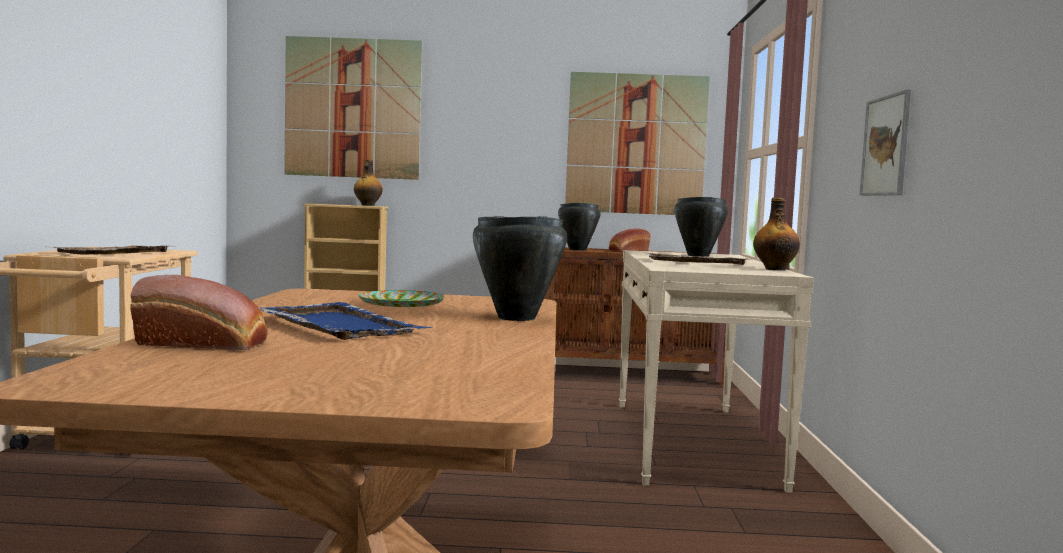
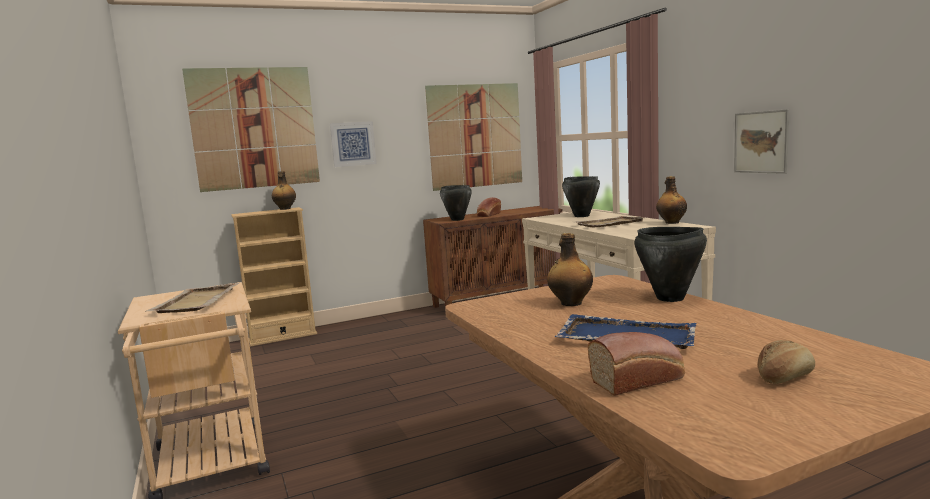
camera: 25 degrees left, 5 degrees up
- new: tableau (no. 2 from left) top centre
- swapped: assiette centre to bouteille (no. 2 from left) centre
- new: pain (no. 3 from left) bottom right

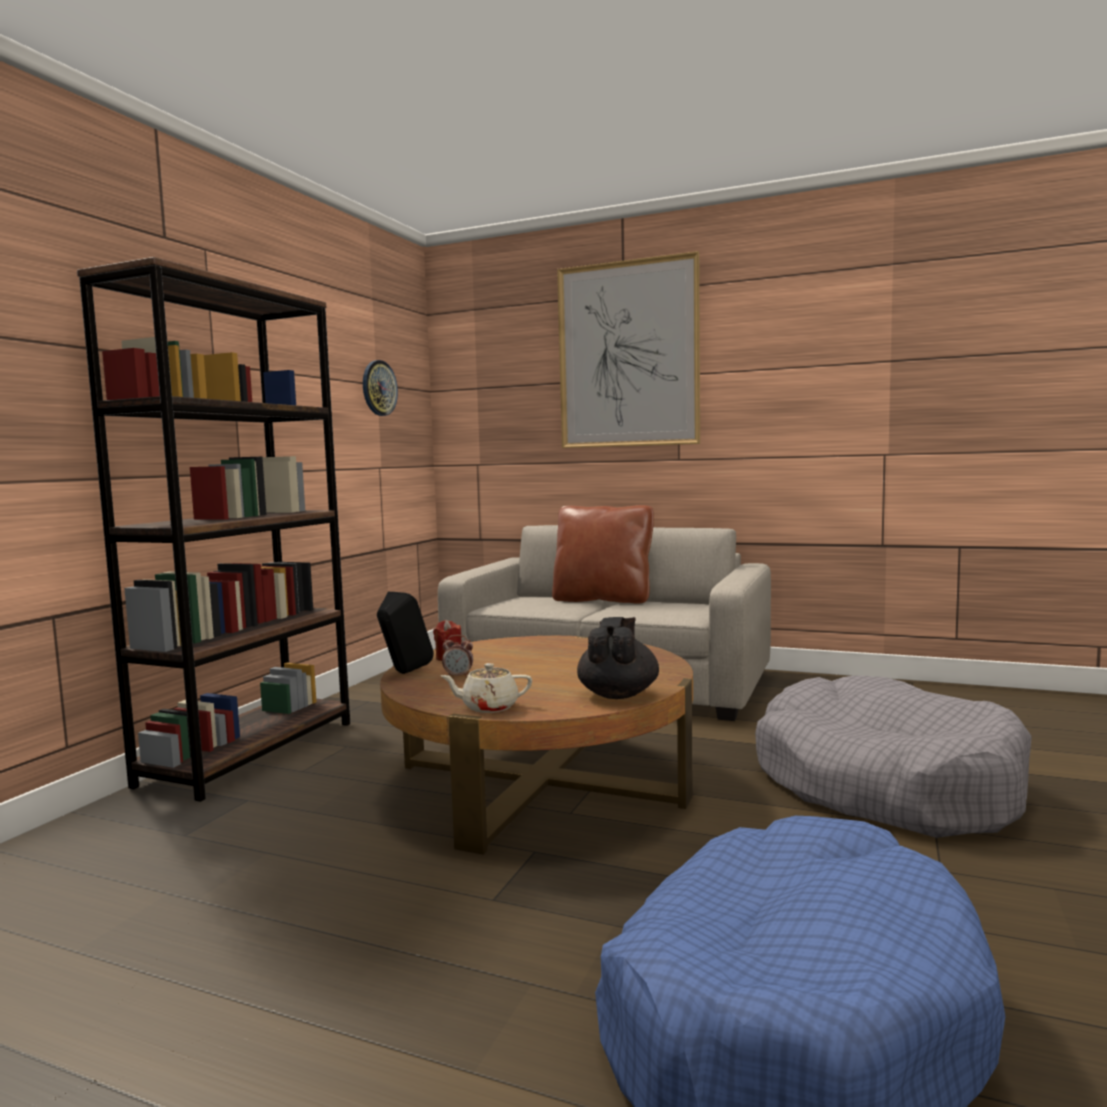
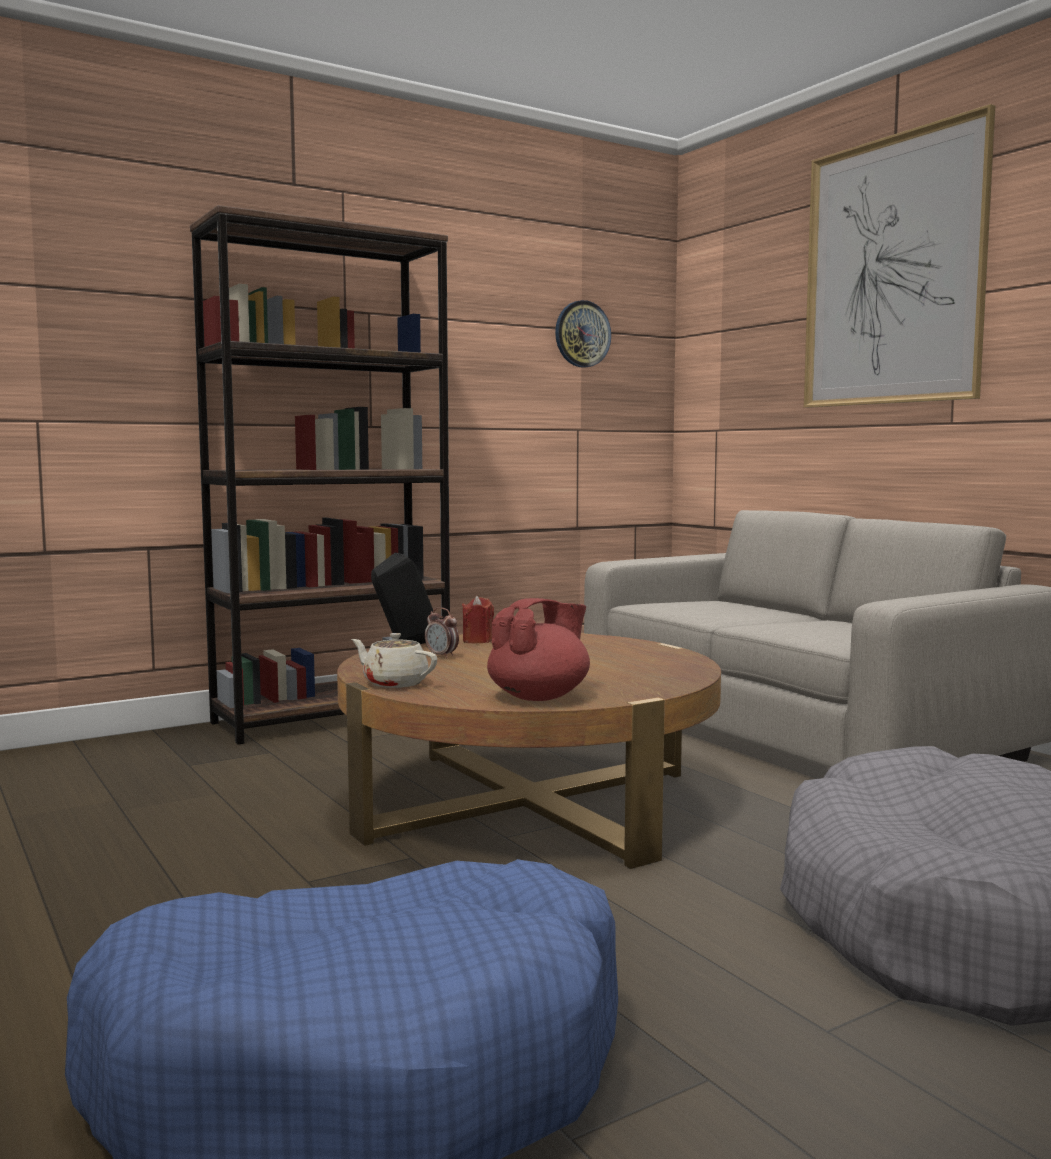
camera: 35 degrees right, 0 degrees up
- repainted: théière (noir) centre to théière (rouge) centre
- gone: coussin (marron) centre

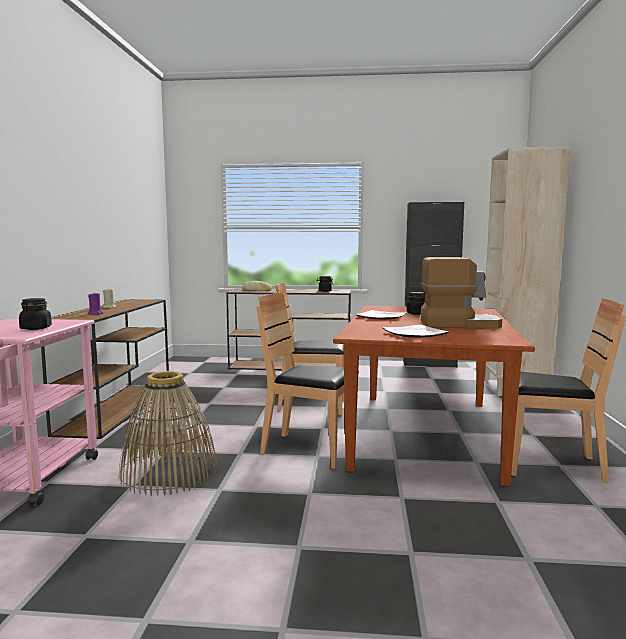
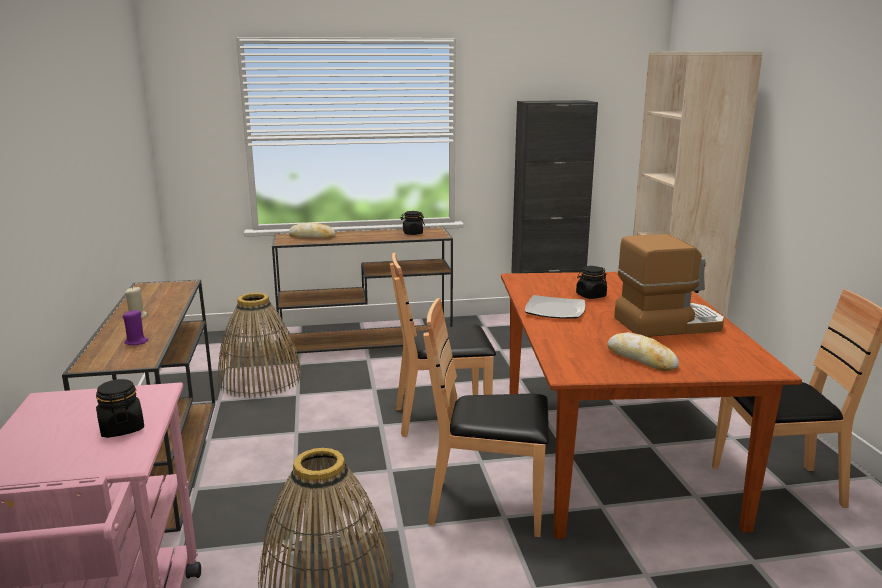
camera: 15 degrees left, 10 degrees up
- new: panier (no. 1 from left) middle left
- swapped: assiette (no. 2 from left) centre to pain (no. 2 from left) middle right

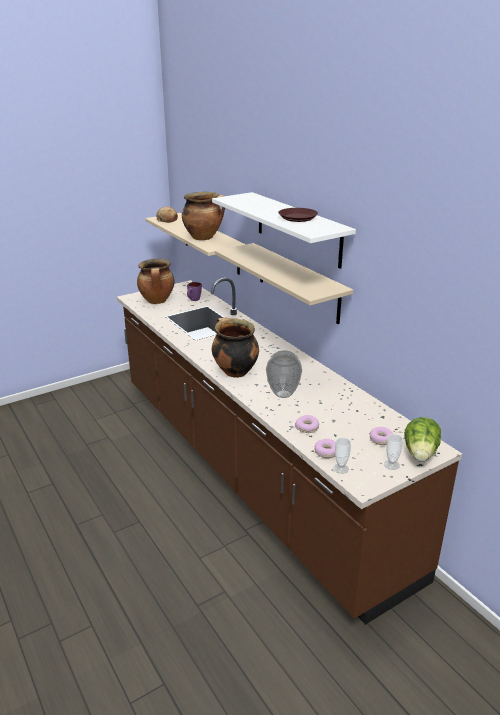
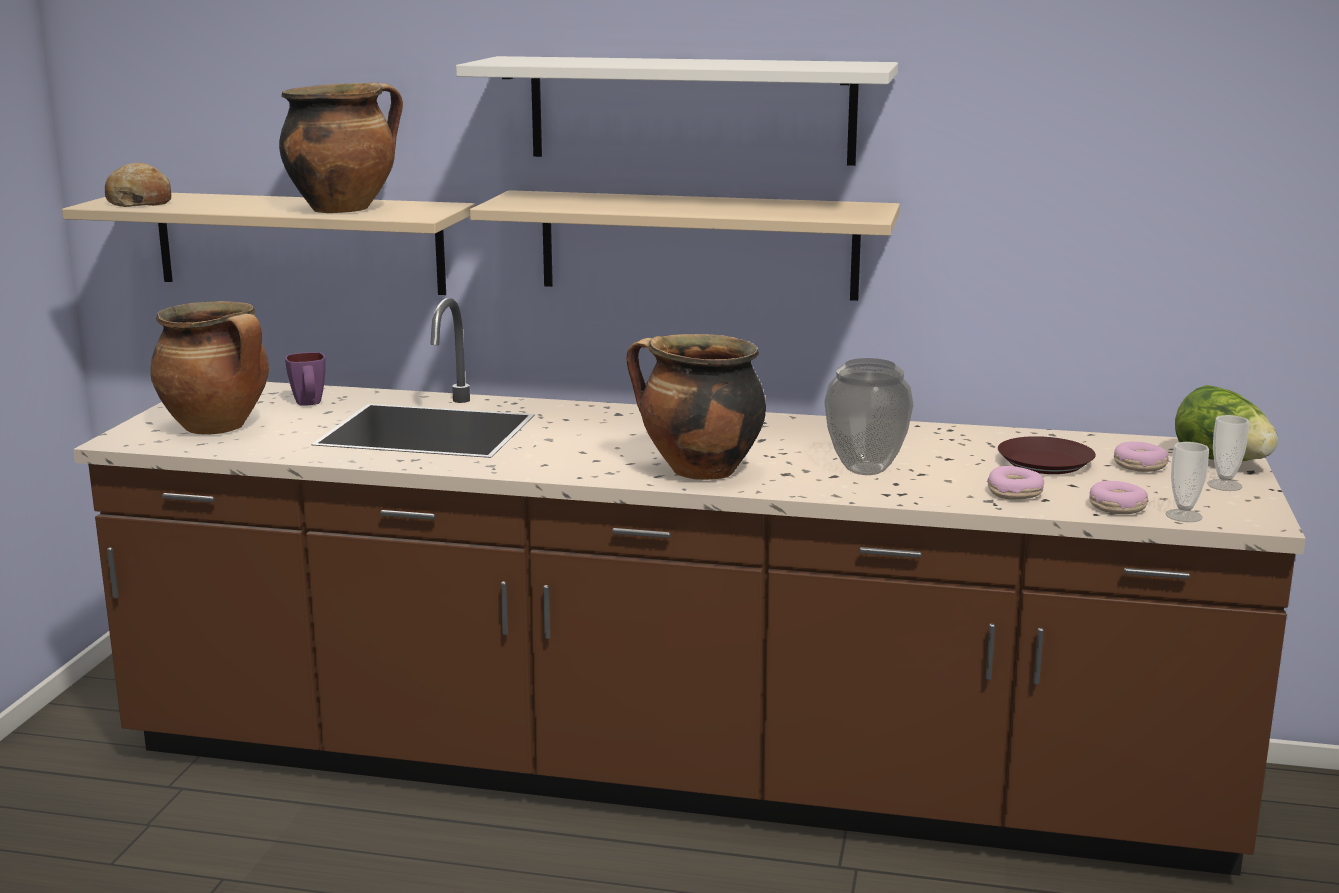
camera: 45 degrees left, 10 degrees down
- shifted: assiette (marron) top centre to middle right

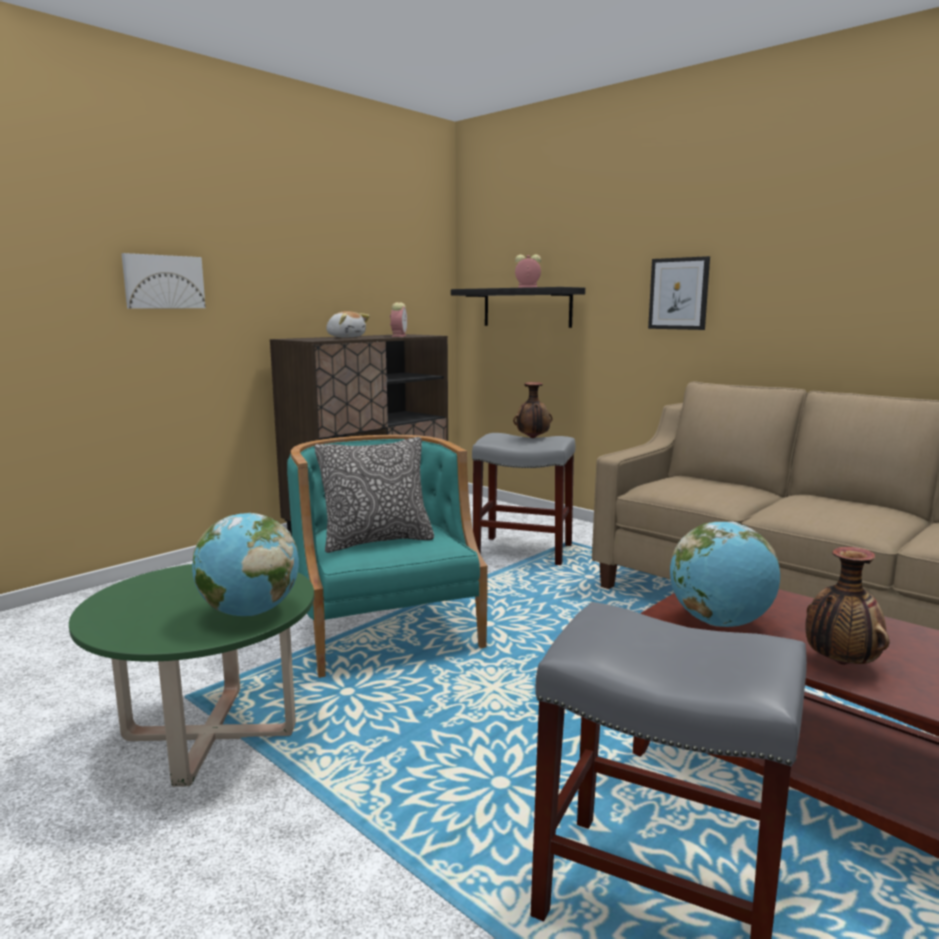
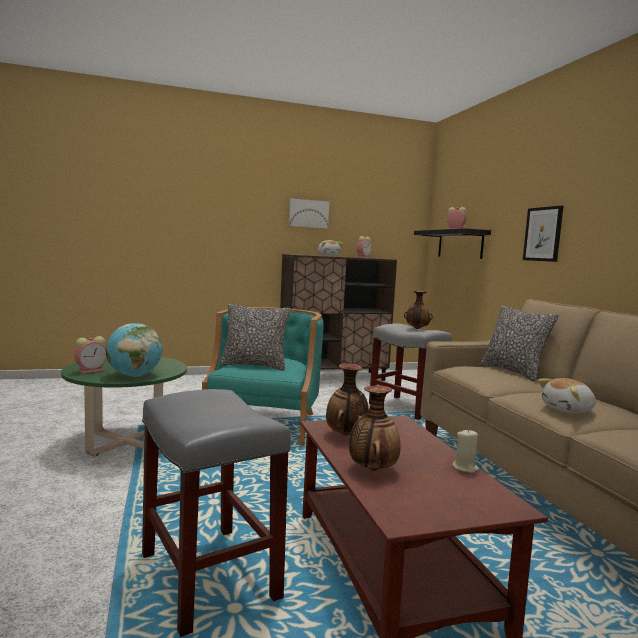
camera: 30 degrees right, 5 degrees down
- new: réveil (no. 1 from left) middle left
- shifted: tableau (no. 1 from left) top left to centre
- swapped: globe (no. 2 from left) middle right to vase (no. 1 from left) centre
- new: bougie (beige) bottom right
- new: coussin (no. 2 from left) middle right
- new: peluche (no. 2 from left) middle right

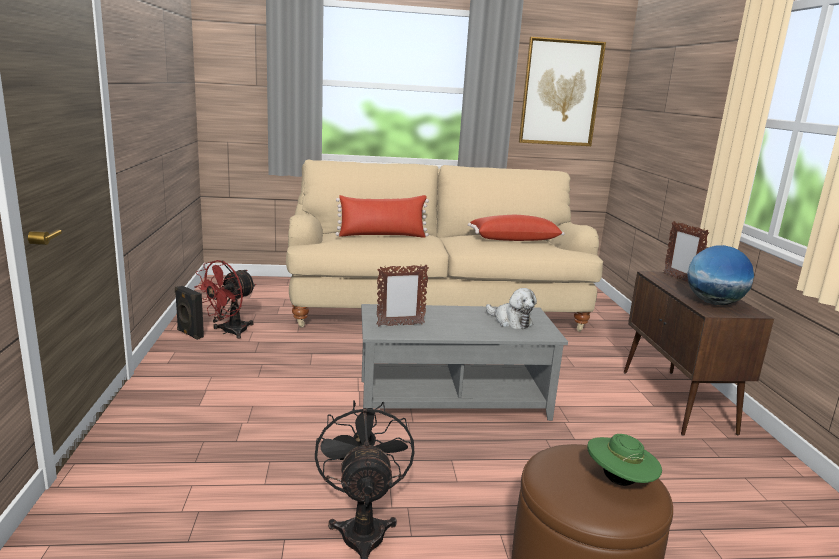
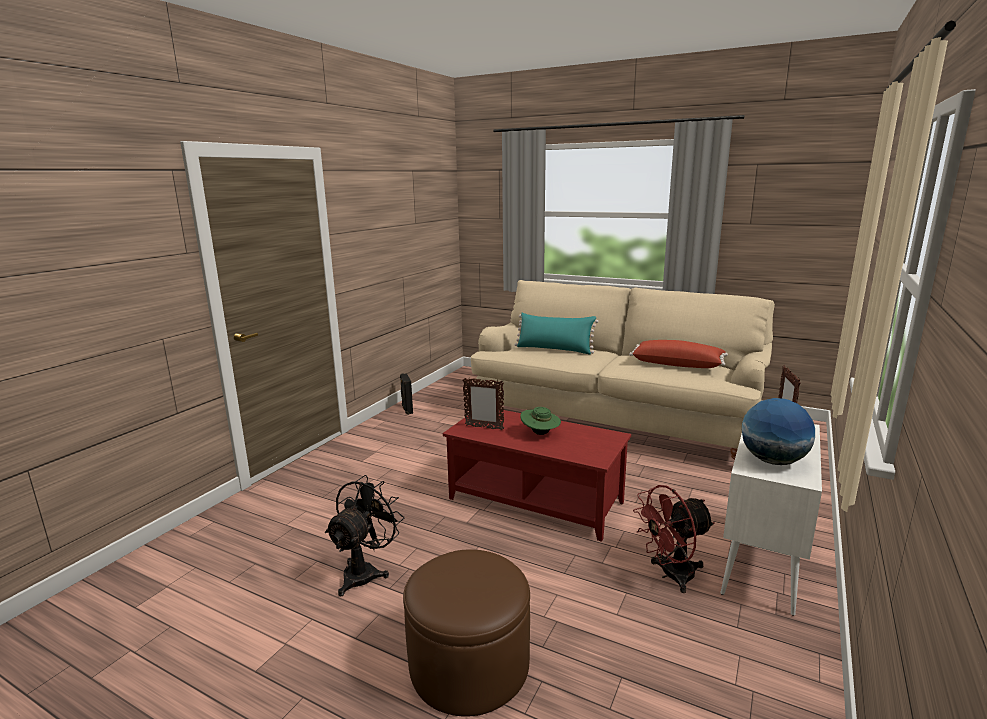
camera: 35 degrees right, 0 degrees up
- repainted: table basse (gris) centre to table basse (rouge) centre
- repainted: coussin (rouge) (no. 1 from left) centre to coussin (turquoise) centre
- shifted: chapeau (vert) bottom right to centre
- shifted: ventilateur (rouge) middle left to bottom right
- repainted: meuble de rangement (marron) middle right to meuble de rangement (blanc) bottom right
- gone: peluche centre
- gone: tableau top right

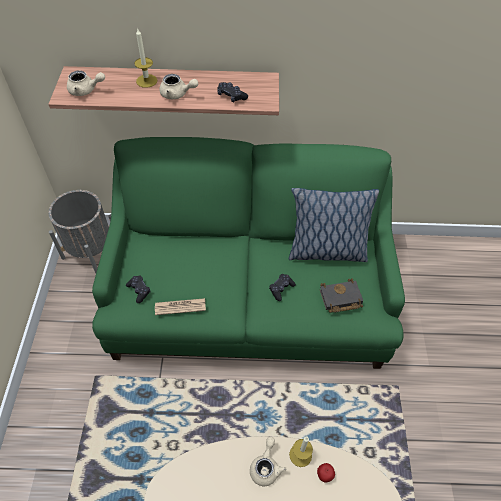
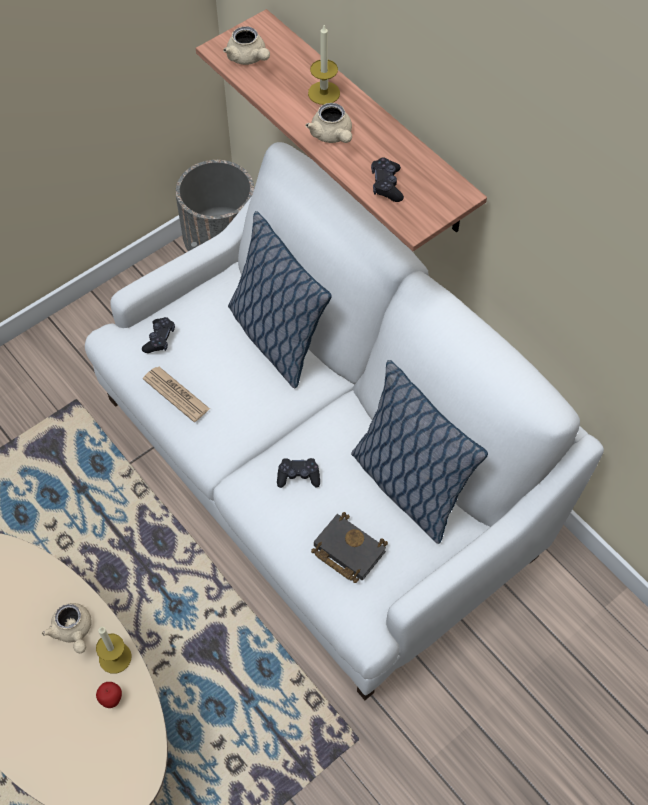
camera: 50 degrees right, 5 degrees up
- rotated: théière (beige) (no. 3 from left in the first image) bottom centre = bottom left 90 degrees clockwise
- repainted: canapé (vert) centre to canapé (blanc) centre
- new: coussin (no. 1 from left) centre

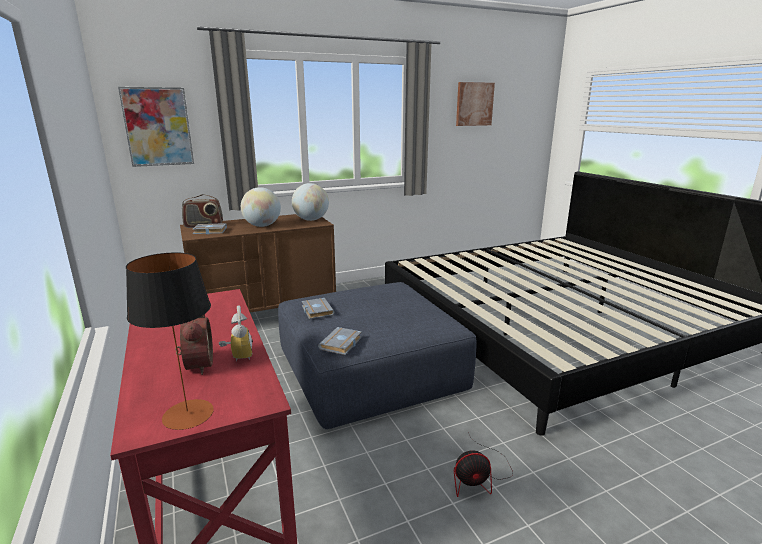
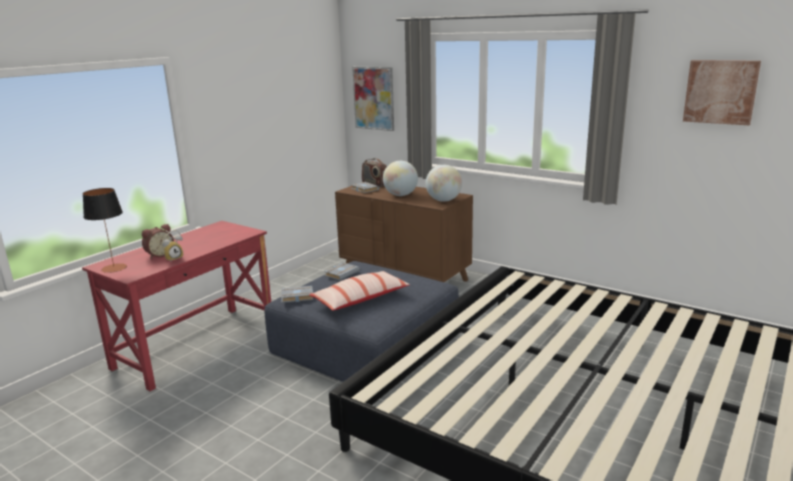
camera: 60 degrees right, 0 degrees up
- new: coussin centre
- gone: ventilateur bottom centre

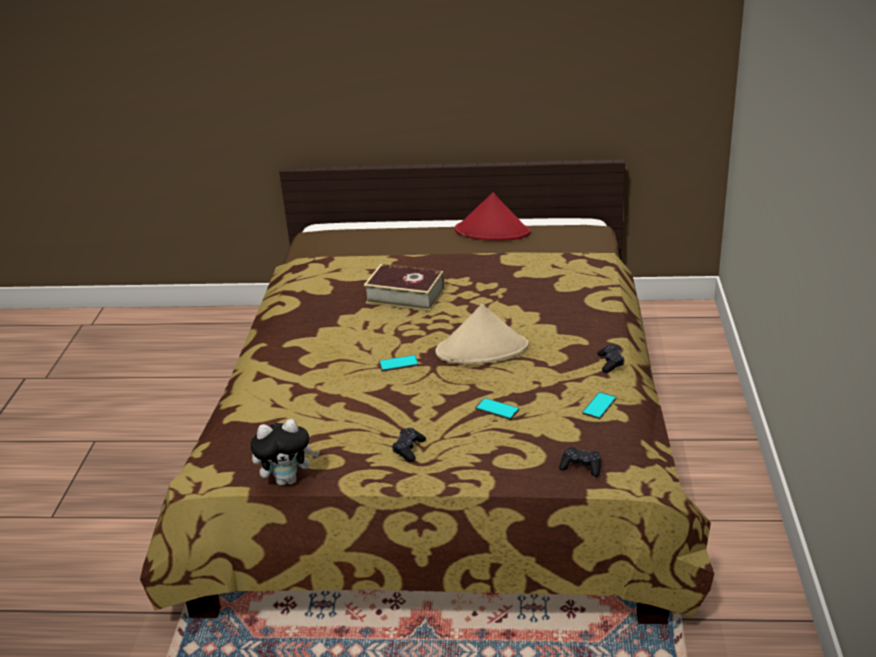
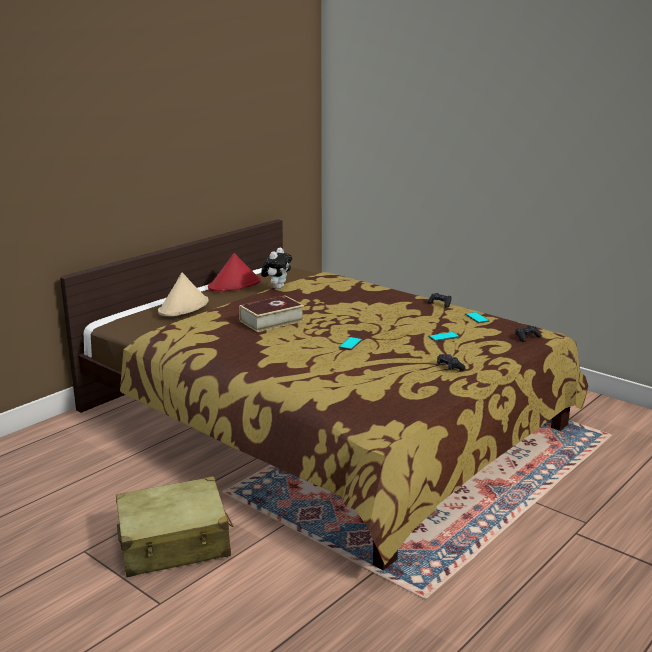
camera: 55 degrees left, 10 degrees down
- new: valise (beige) bottom left
- shifted: chapeau (beige) centre to middle left
- shifted: peluche bottom left to centre

